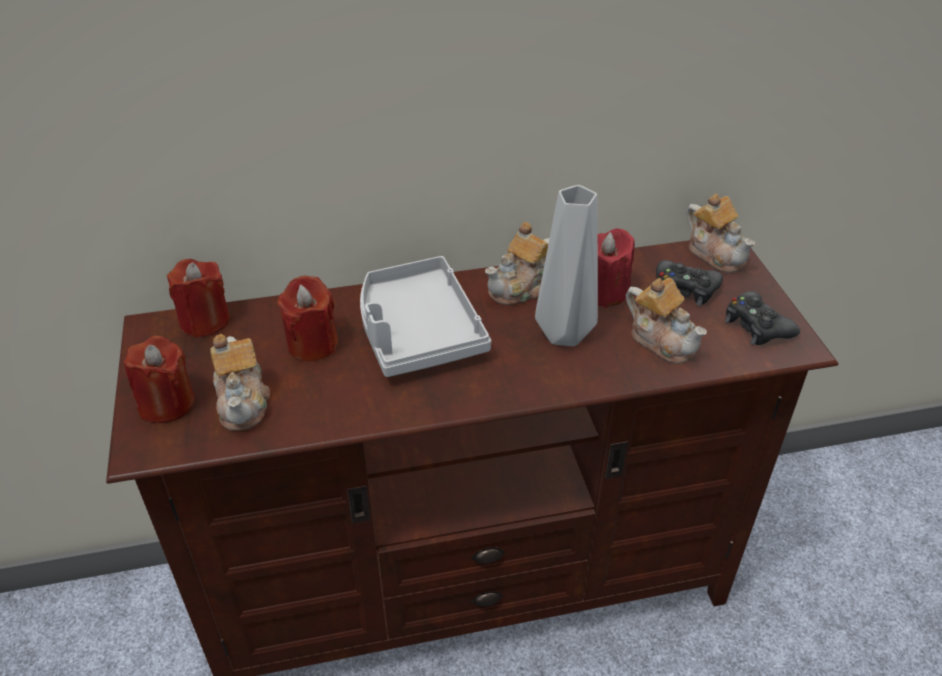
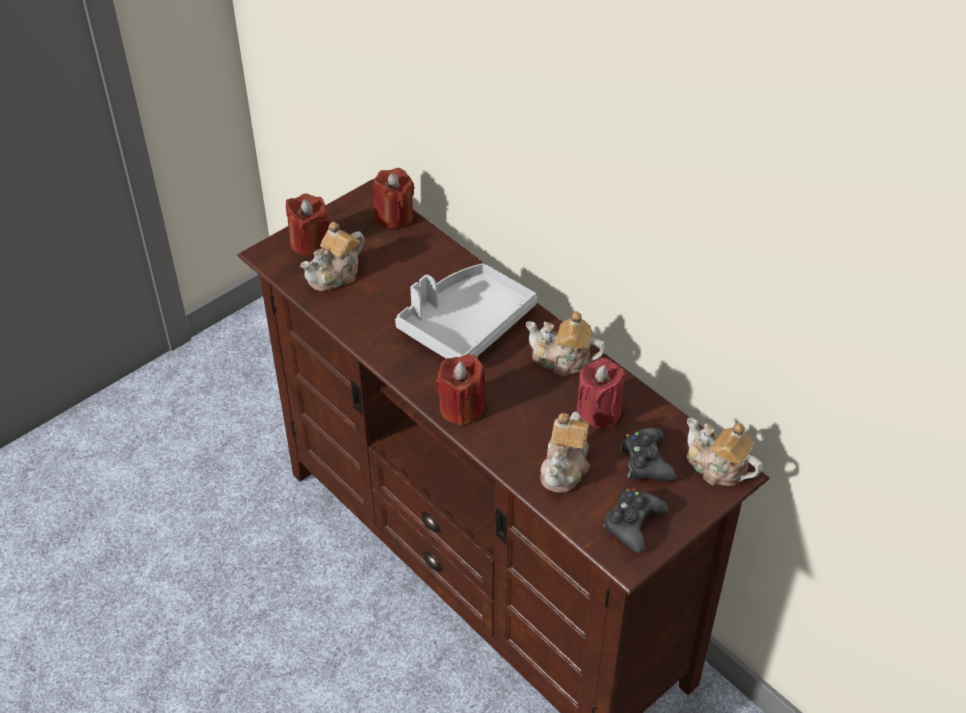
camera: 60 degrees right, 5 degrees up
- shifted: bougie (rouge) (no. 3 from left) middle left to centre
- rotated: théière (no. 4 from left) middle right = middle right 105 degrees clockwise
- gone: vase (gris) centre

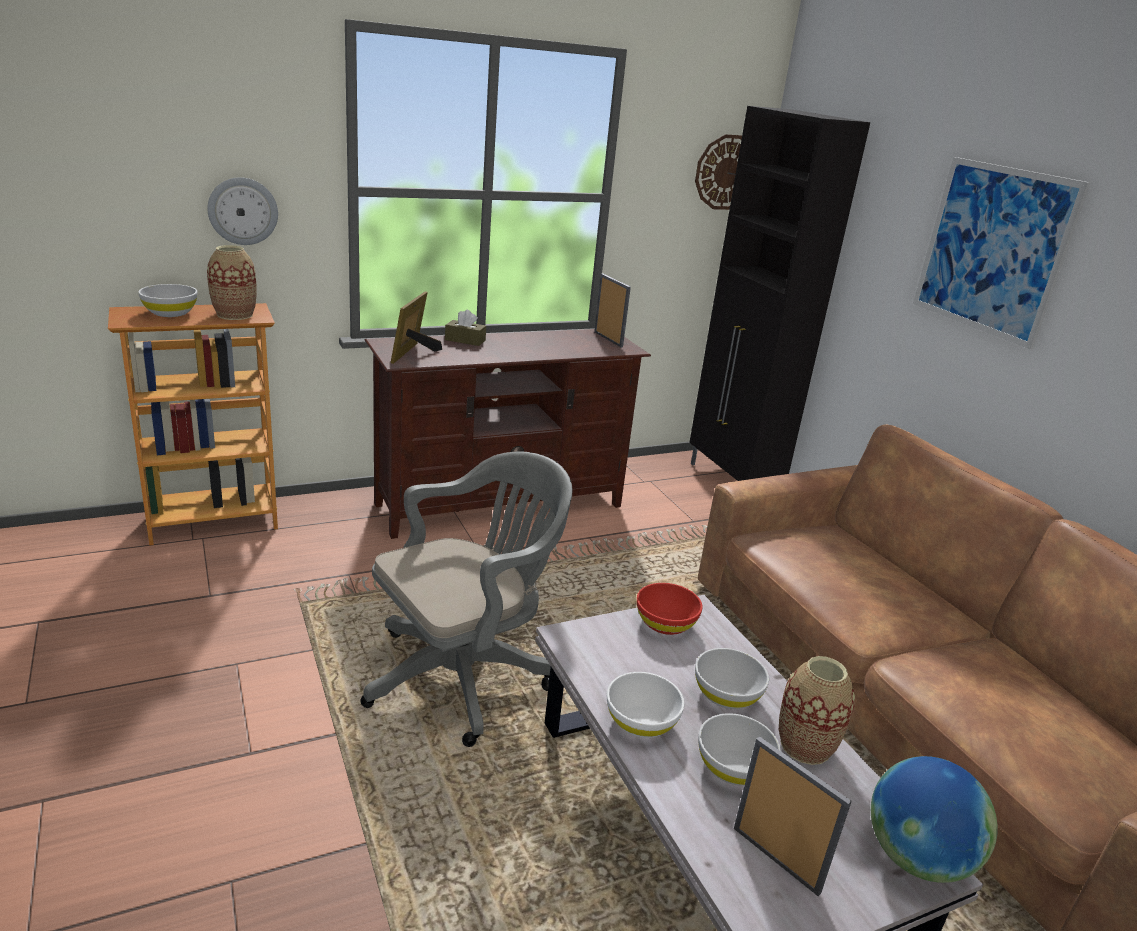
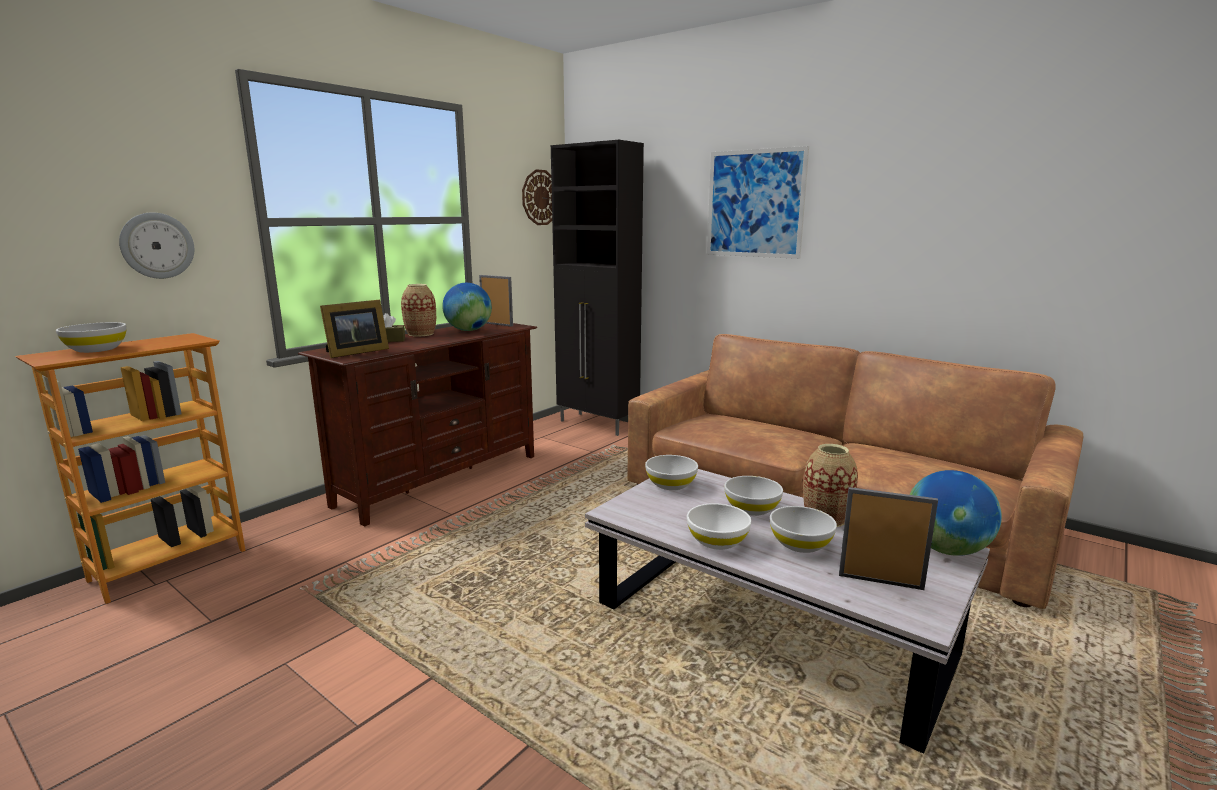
camera: 25 degrees left, 10 degrees down
- rotated: cadre photo (no. 1 from left) centre = middle left 120 degrees counterclockwise
- shifted: vase (no. 1 from left) top left to centre
- new: globe (no. 1 from left) centre
- repainted: bol (rouge) centre to bol (blanc) (no. 2 from left) centre
- gone: chaise de bureau (gris) centre

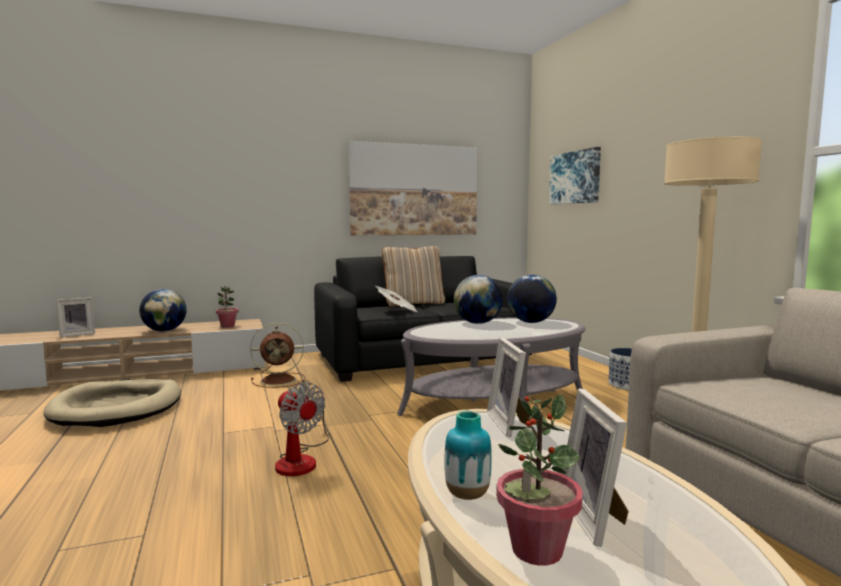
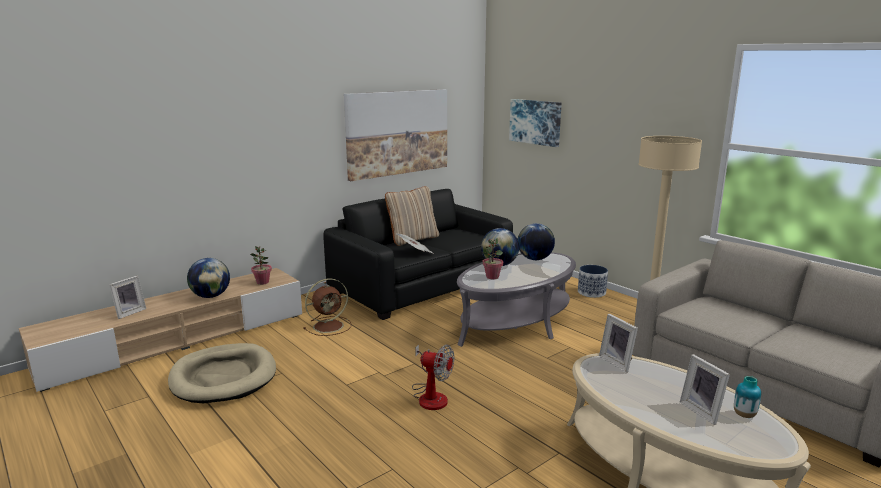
camera: 20 degrees left, 10 degrees up
- shifted: plante en pot (no. 2 from left) bottom centre to centre
- shifted: vase bottom centre to bottom right

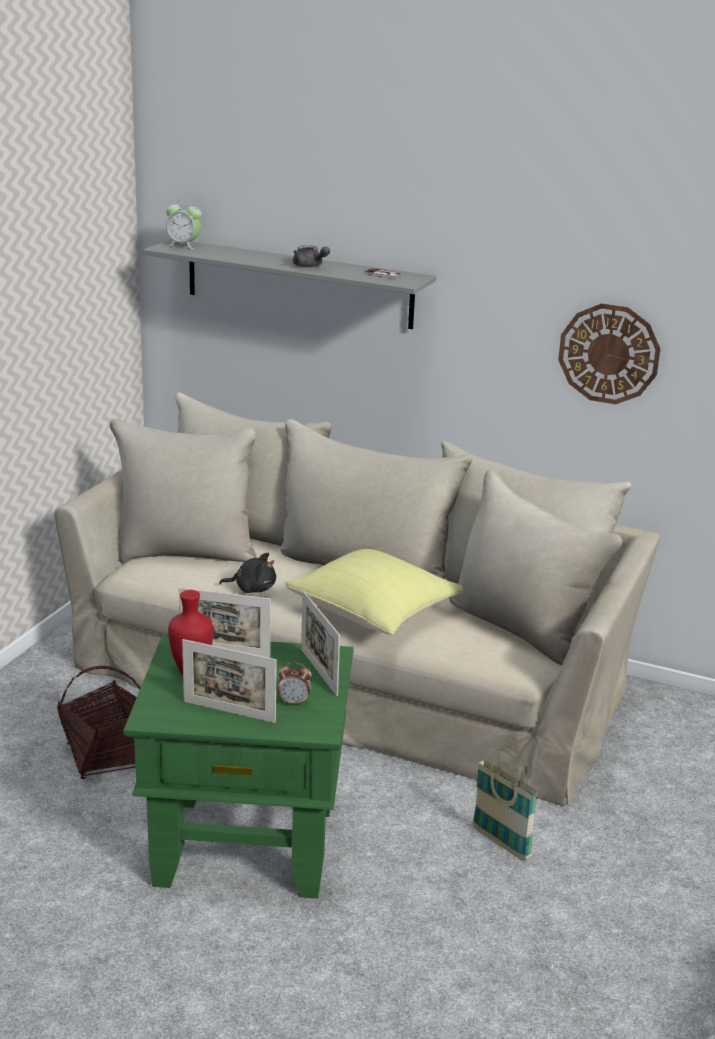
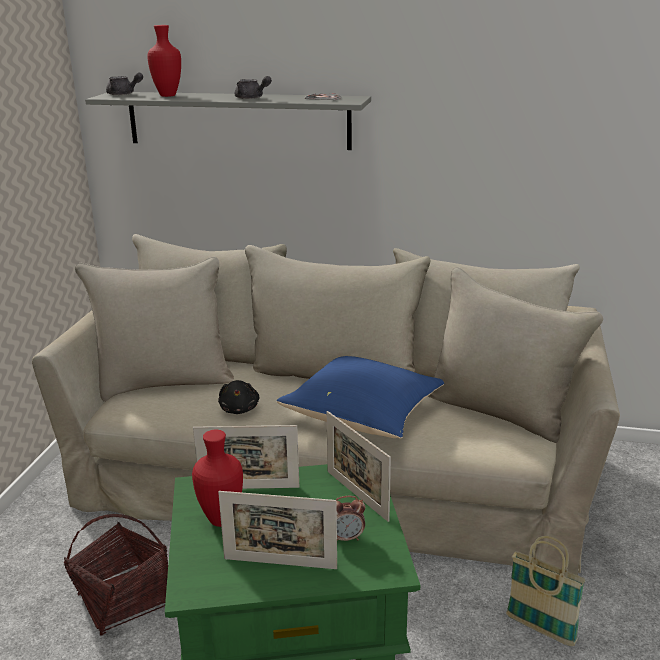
camera: 10 degrees left, 0 degrees up
- swapped: réveil (no. 1 from left) top left to théière (gris) (no. 1 from left) top left
- new: vase (rouge) (no. 1 from left) top left
- rotated: peluche (noir) centre = centre 90 degrees clockwise
- repainted: coussin (jaune) centre to coussin (bleu) centre
- gone: horloge murale middle right

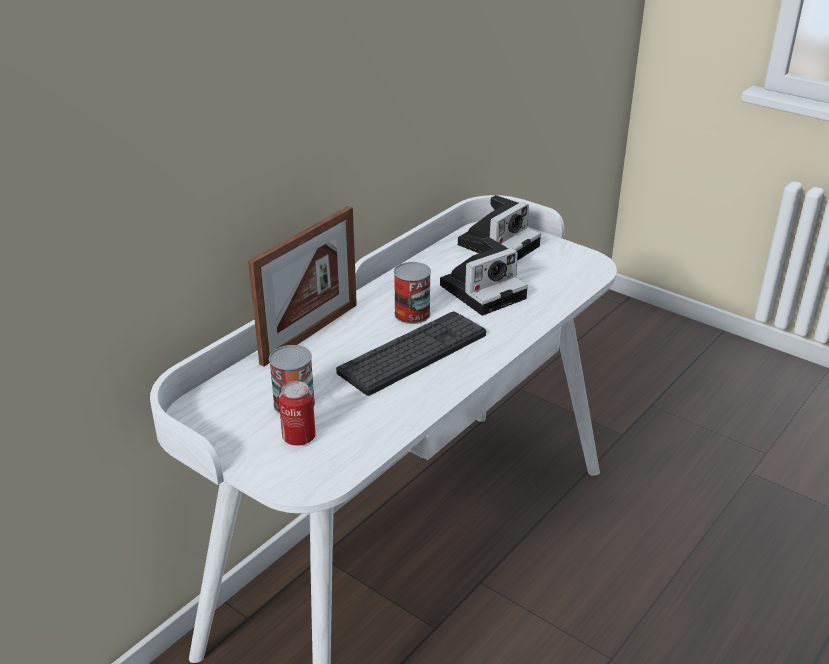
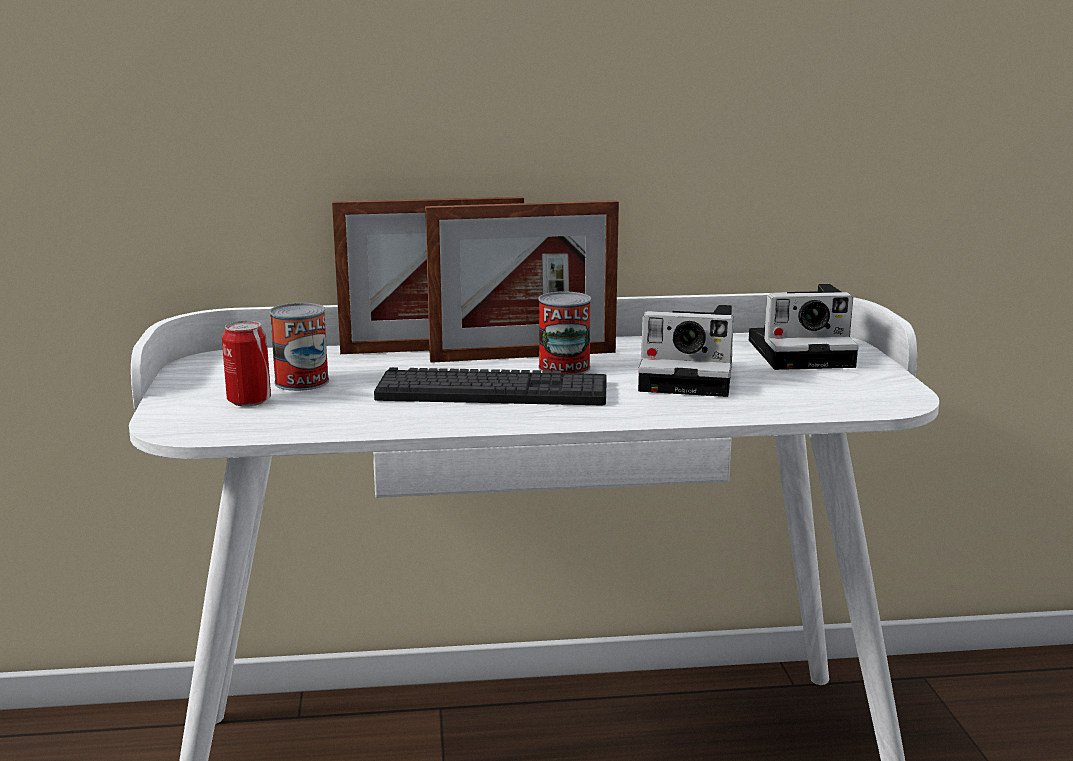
camera: 45 degrees right, 15 degrees down
- new: cadre photo (no. 2 from left) centre

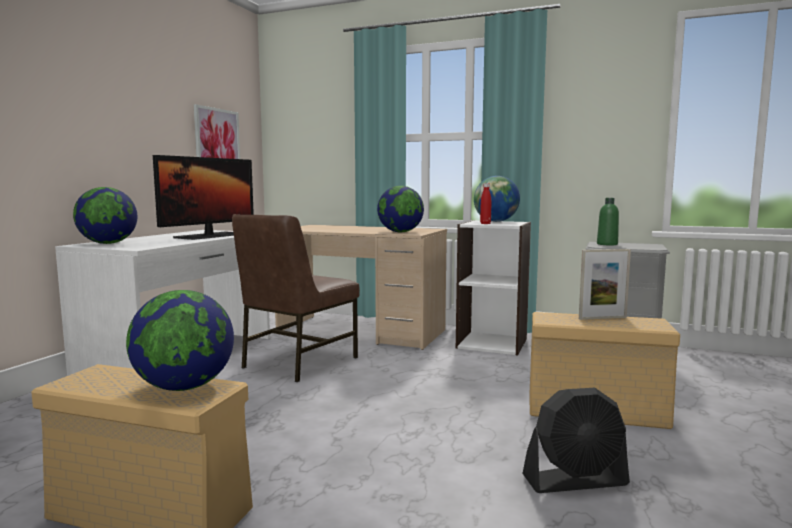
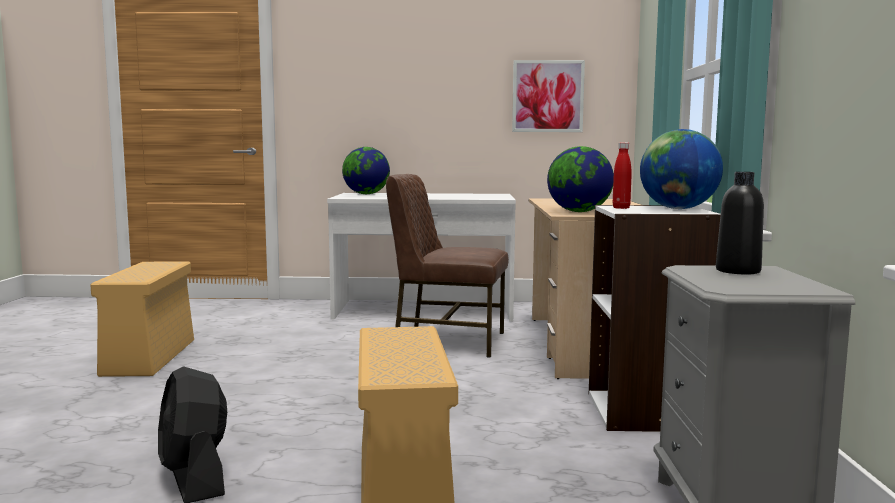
camera: 70 degrees right, 0 degrees up
- repainted: bouteille (vert) middle right to bouteille (noir) middle right
- gone: globe (no. 2 from left) middle left
- gone: écran d'ordinateur middle left
- gone: cadre photo middle right

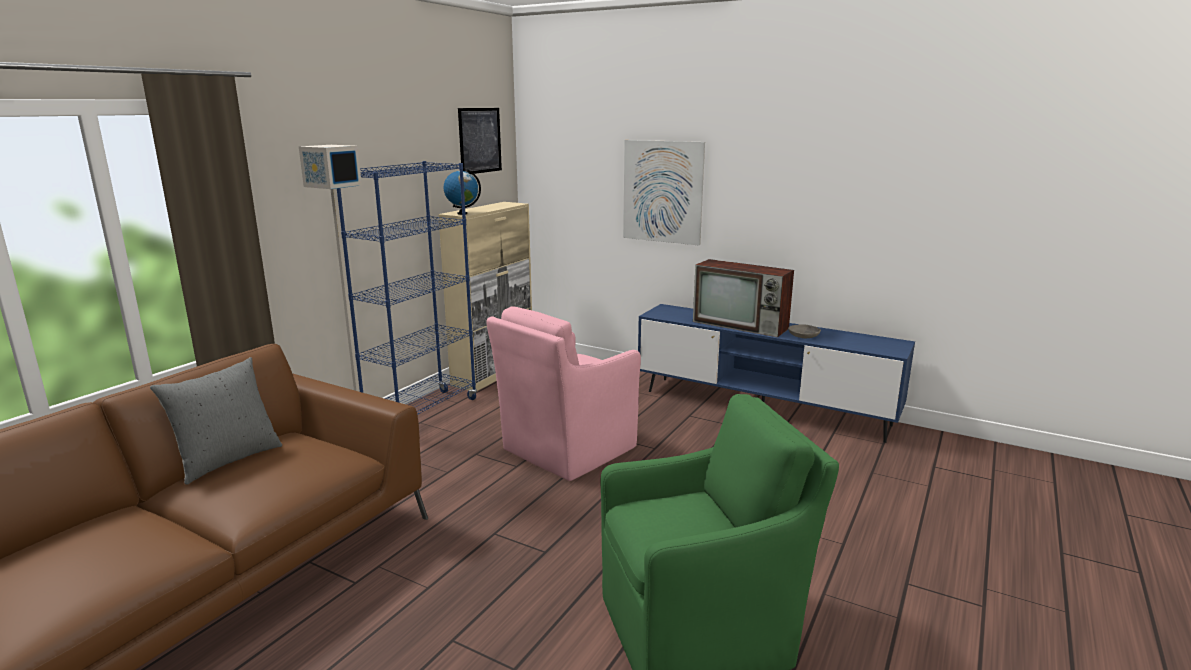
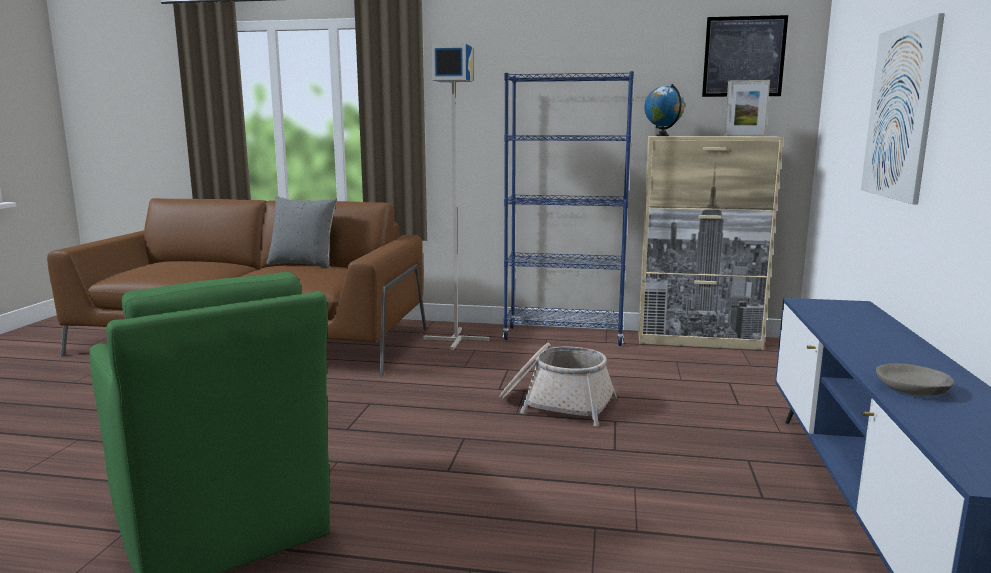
camera: 70 degrees right, 5 degrees down
- swapped: fauteuil (rose) centre to panier bottom centre
- new: cadre photo top right
- gone: téléviseur centre

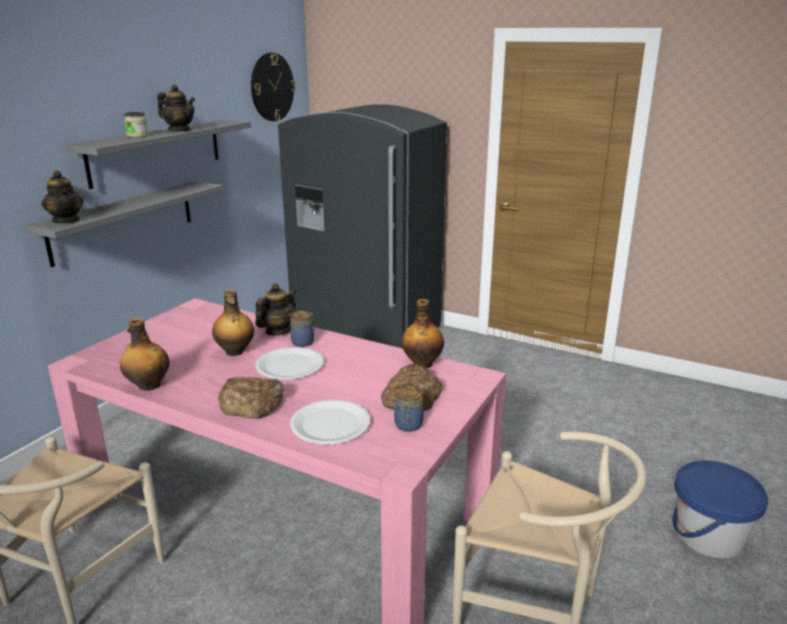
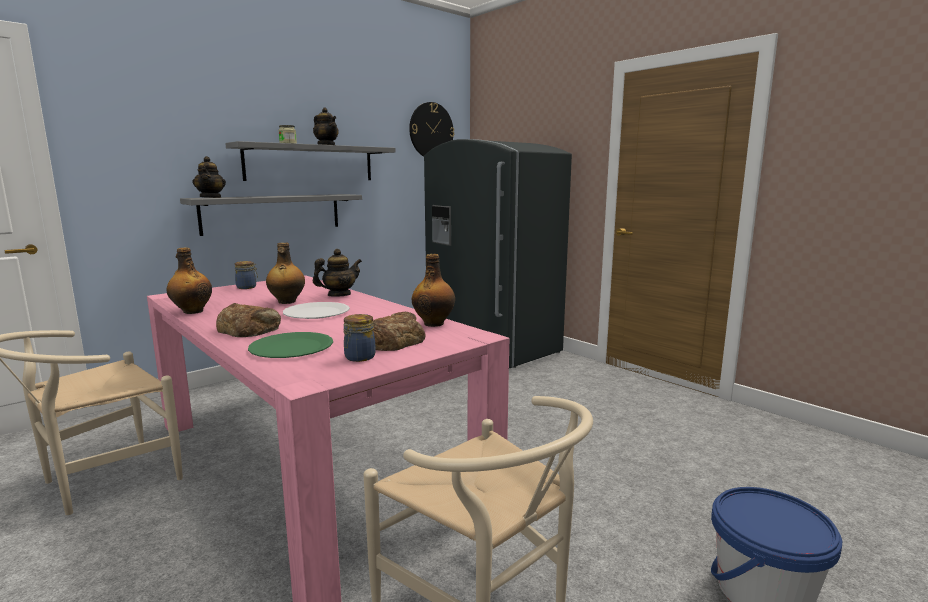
camera: 20 degrees right, 10 degrees down
- shifted: bocal (no. 2 from left in the first image) centre to bocal (no. 1 from left) middle left
- repainted: assiette (blanc) (no. 2 from left) bottom centre to assiette (vert) middle left

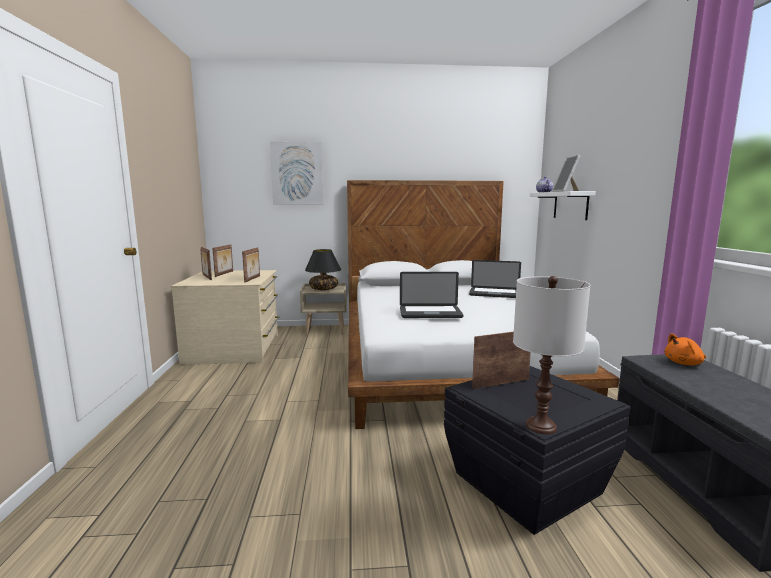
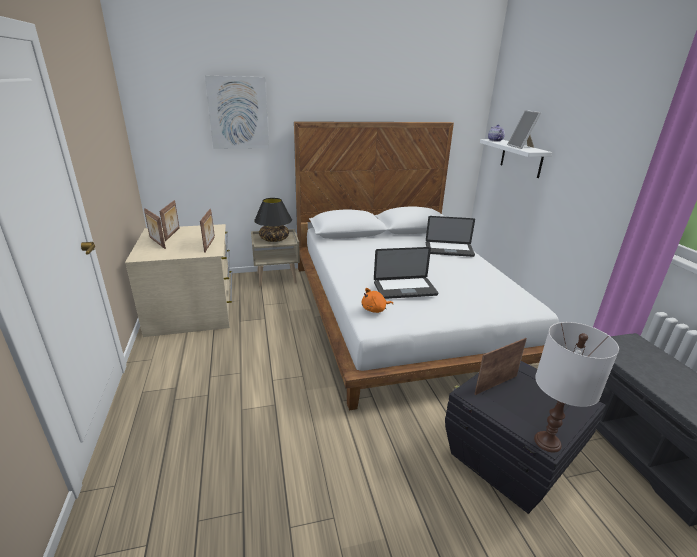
camera: 10 degrees left, 15 degrees up
- shifted: peluche (orange) middle right to centre

